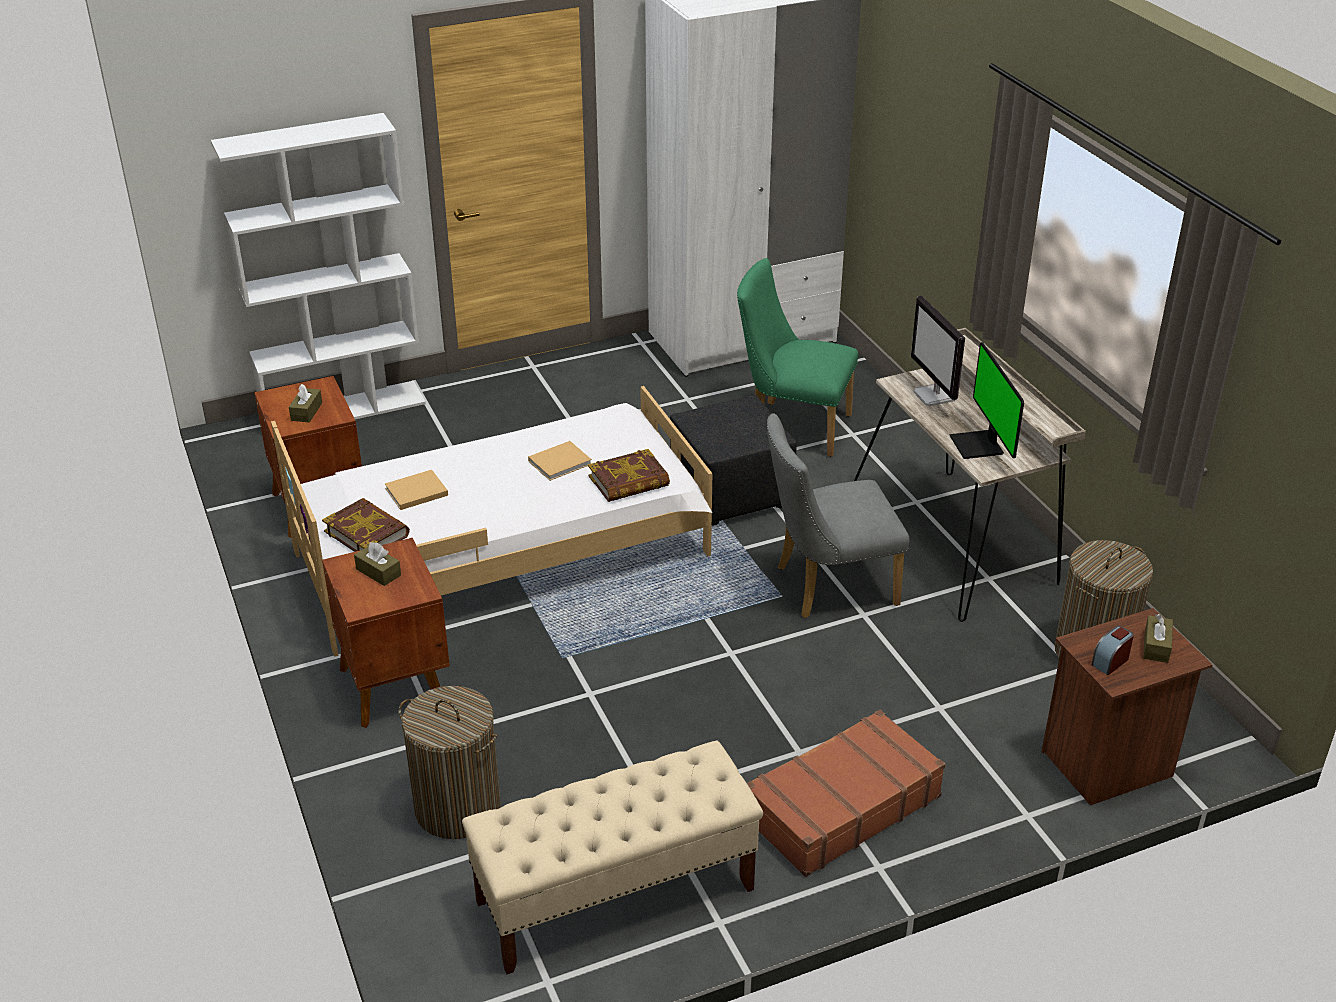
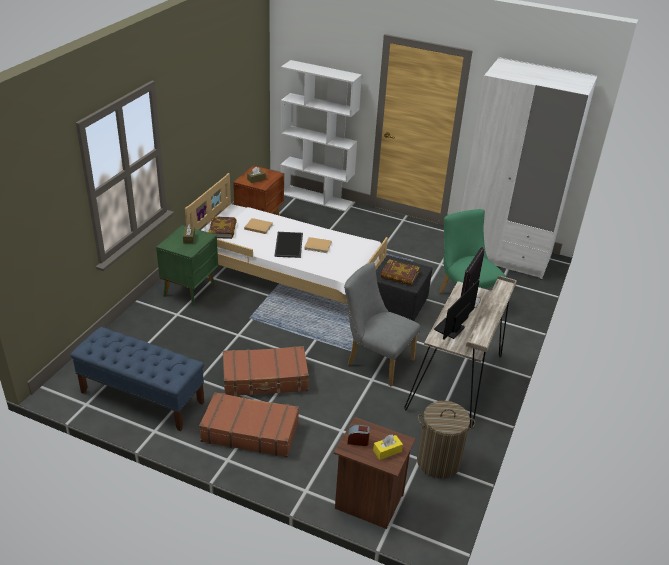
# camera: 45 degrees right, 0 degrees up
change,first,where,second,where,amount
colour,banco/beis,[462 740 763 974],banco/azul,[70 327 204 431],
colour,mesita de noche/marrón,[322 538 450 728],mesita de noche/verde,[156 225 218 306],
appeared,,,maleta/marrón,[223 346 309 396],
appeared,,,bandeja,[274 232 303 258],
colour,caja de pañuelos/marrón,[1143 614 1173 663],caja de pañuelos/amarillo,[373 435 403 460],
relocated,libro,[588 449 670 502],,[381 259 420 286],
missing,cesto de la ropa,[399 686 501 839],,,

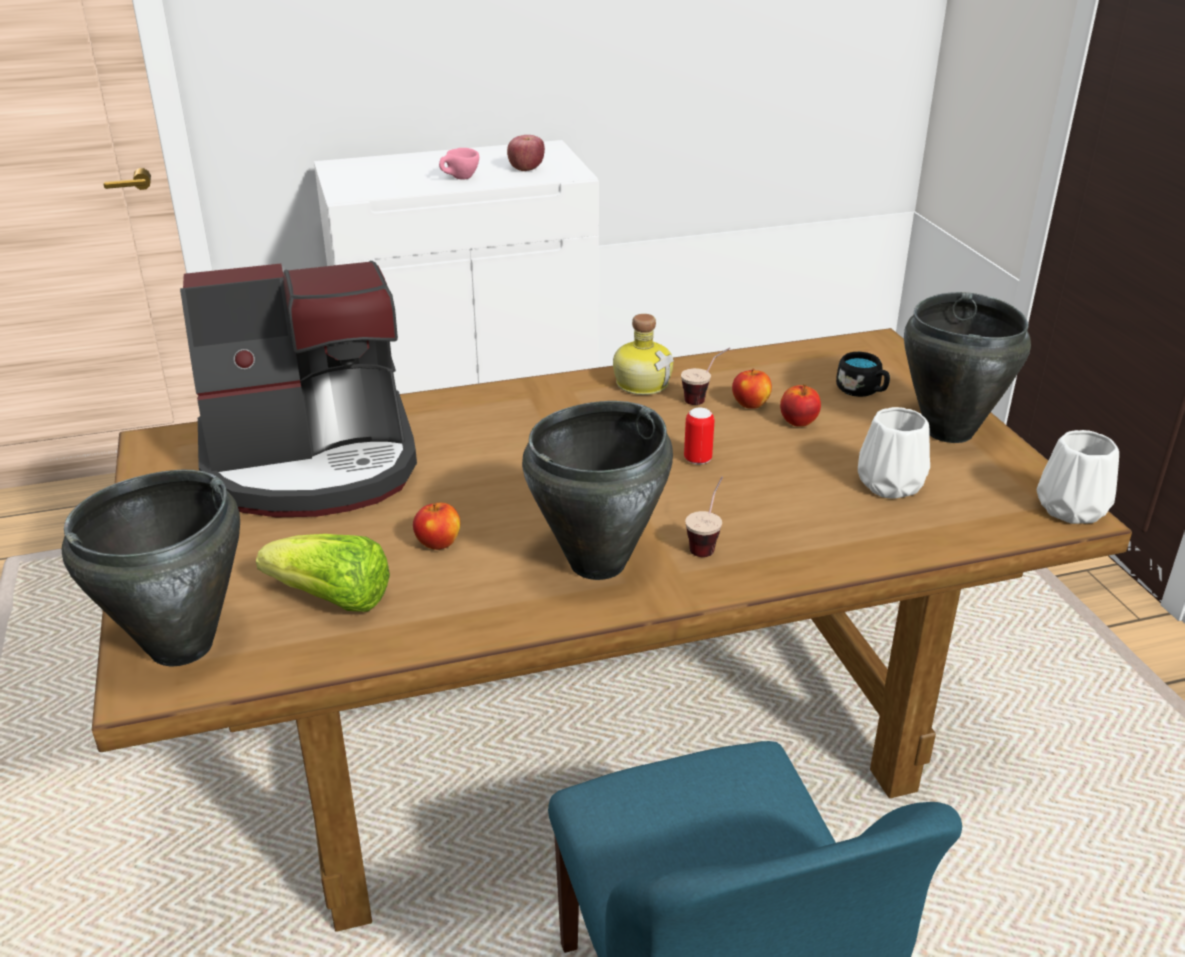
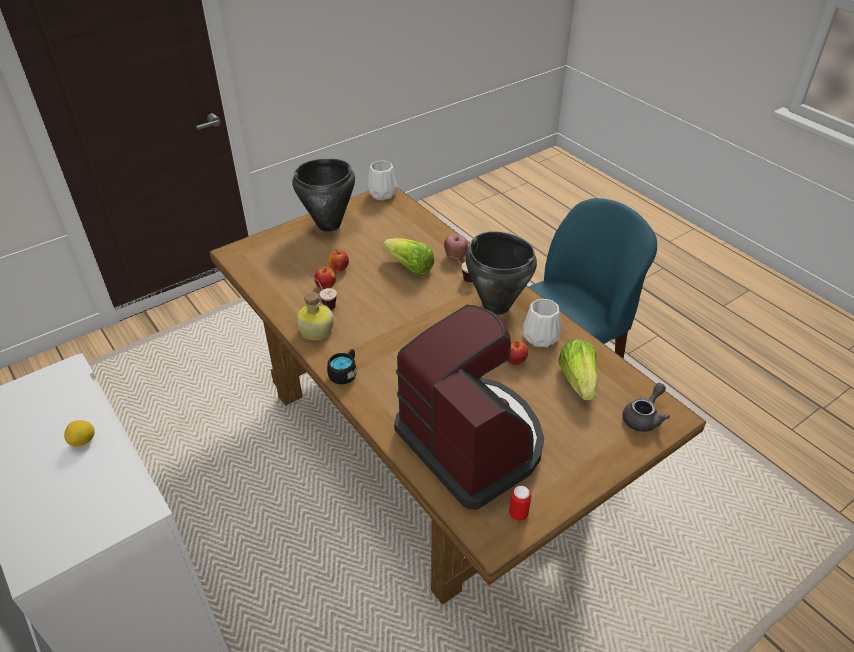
# camera: 110 degrees left, 10 degrees up
change,first,where,second,where,amount
exchanged,taza/rosa,[439 148 479 180],limón,[64 420 95 447],
relocated,taza grande/negro,[836 352 890 397],,[327 349 356 384],
appeared,,,lechuga,[382 238 434 276],
relocated,manzana,[507 135 545 171],,[444 234 468 260],
relocated,lata,[684 408 715 465],,[509 486 531 521],
relocated,florero/blanco,[858 407 930 499],,[523 299 561 347],
exchanged,olla/negro,[62 470 240 666],tetera/gris,[622 383 670 432],

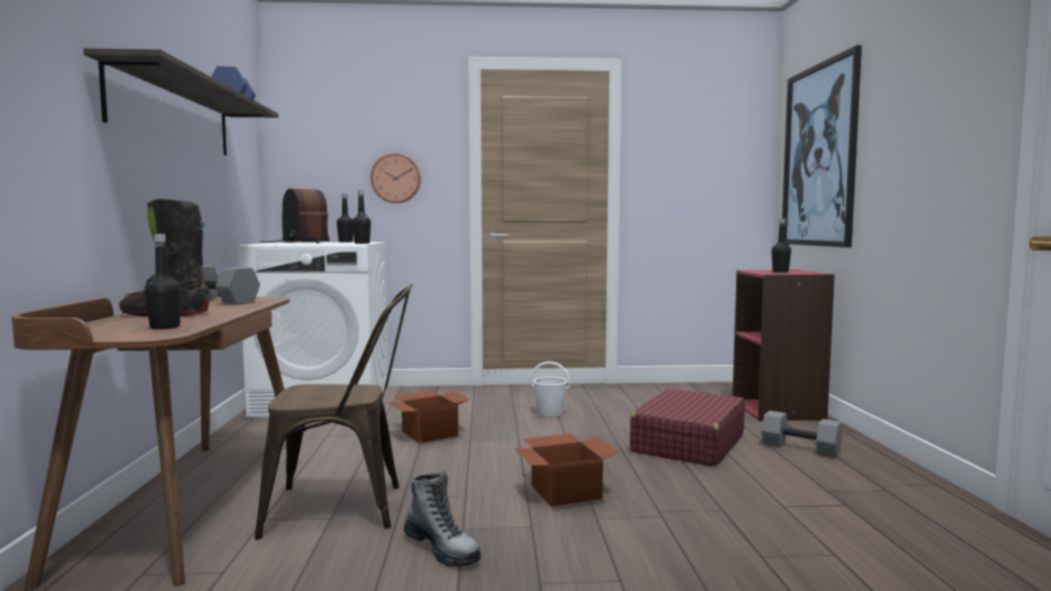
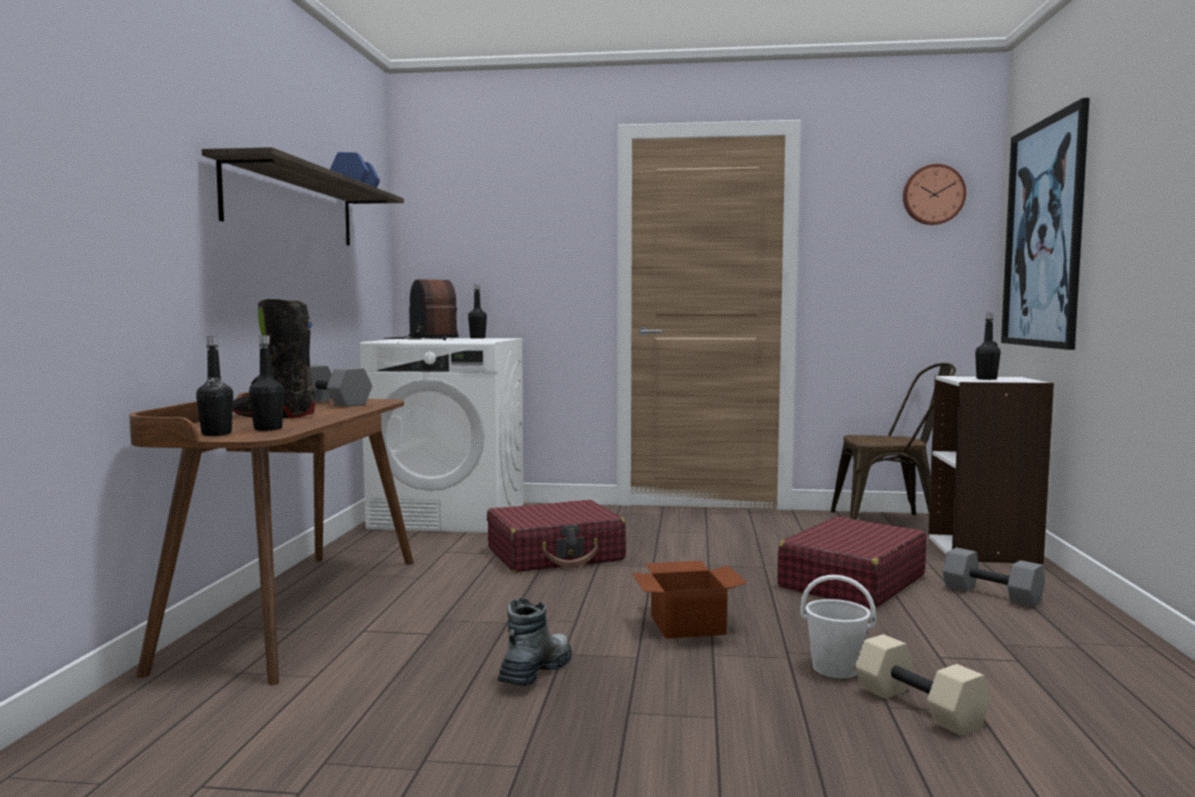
# camera: 10 degrees right, 0 degrees up
change,first,where,second,where,amount
relocated,botella/negro,[352 190 371 244],,[196 336 233 436],
exchanged,caja de cartón,[388 391 470 443],maleta/rojo,[487 500 626 572],
spun,bota,[404 471 481 567],,[497 598 572 686],120 degrees counterclockwise
relocated,cubo/blanco,[531 361 570 417],,[801 575 876 678],
relocated,silla/marrón,[254 284 413 540],,[831 363 956 520],
appeared,,,mancuerna/beis,[855 634 991 736],
relocated,reloj de pared,[371 153 421 203],,[903 164 966 225],
colour,estantería/rojo,[732 270 835 421],estantería/blanco,[928 375 1054 564],

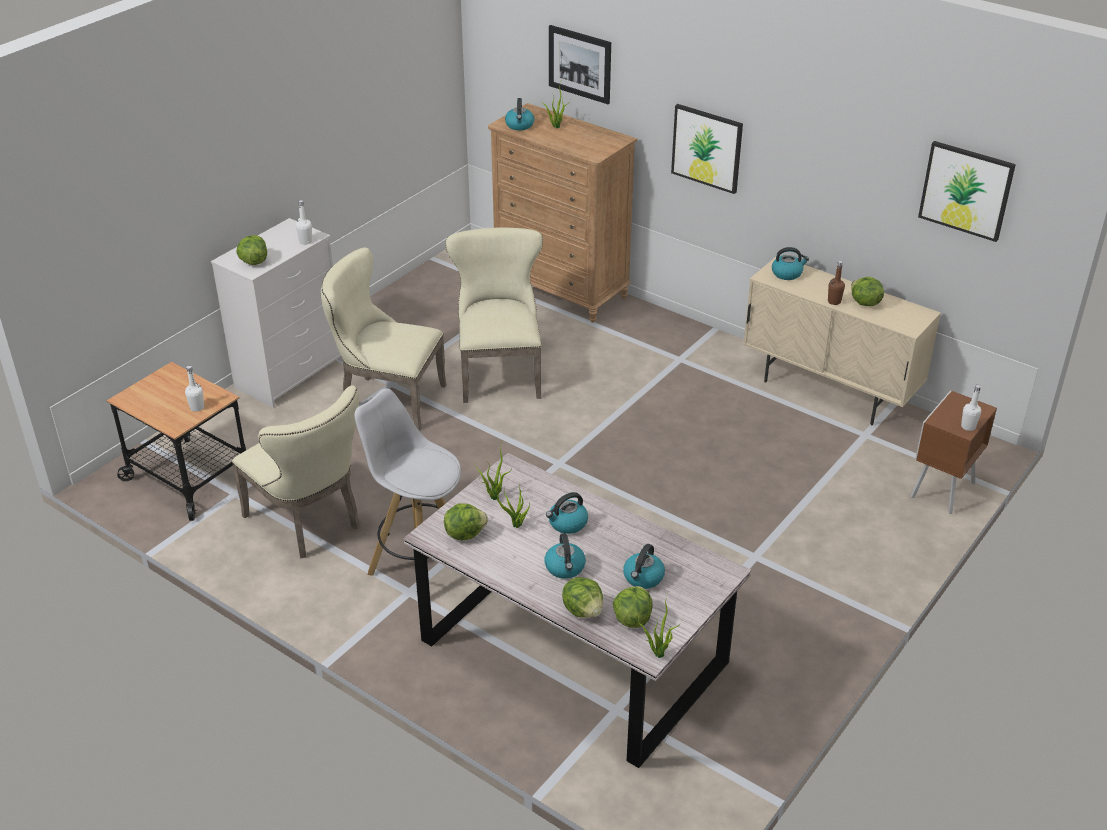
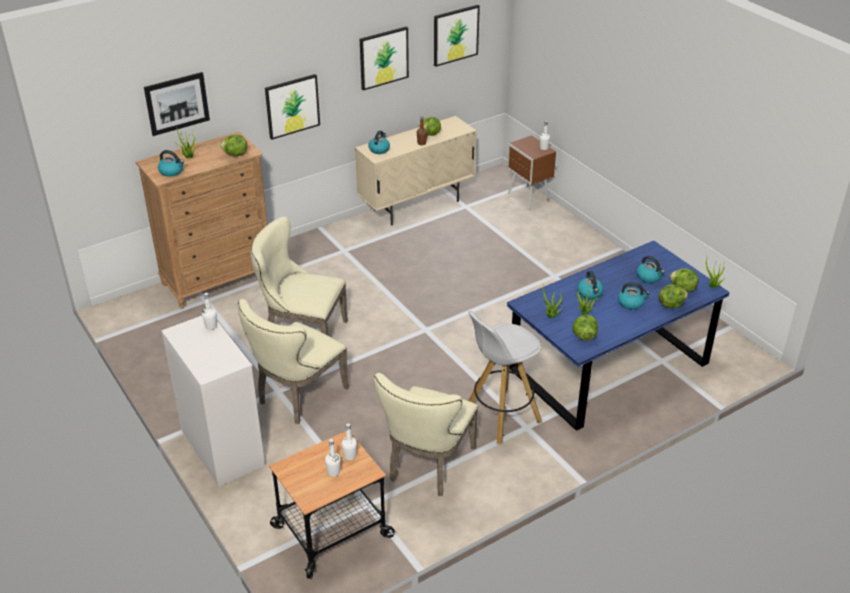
# camera: 70 degrees left, 0 degrees up
change,first,where,second,where,amount
relocated,lechuga,[236 235 267 265],,[220 135 247 157],
appeared,,,botella/blanco,[325 439 341 477],
appeared,,,cuadro,[360 27 409 91],
spun,silla/beis,[232 385 359 558],,[374 373 478 496],135 degrees clockwise
colour,mesa de comedor/gris,[404 453 751 768],mesa de comedor/azul,[507 241 730 431],

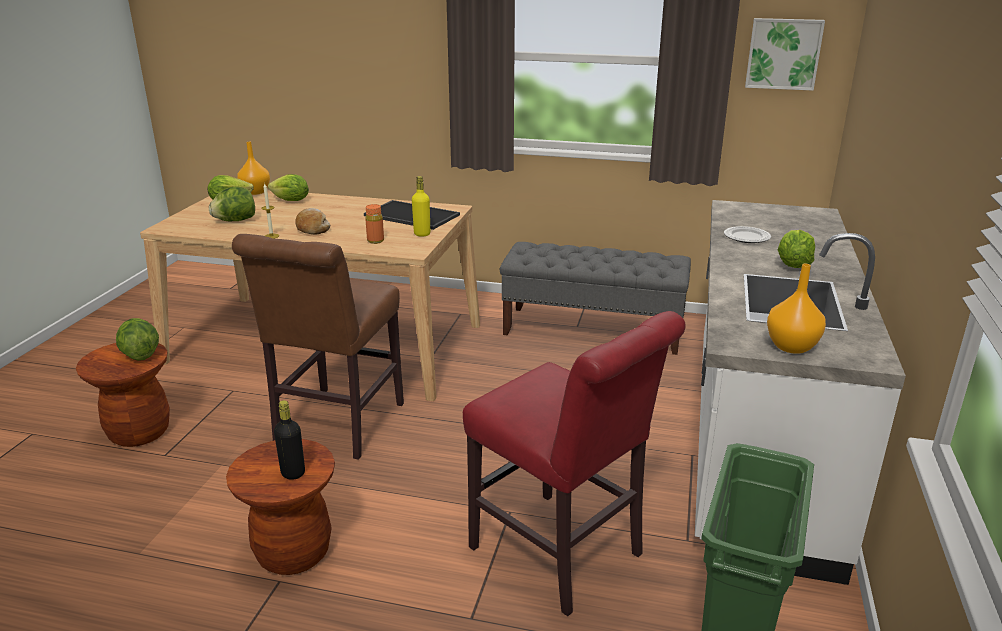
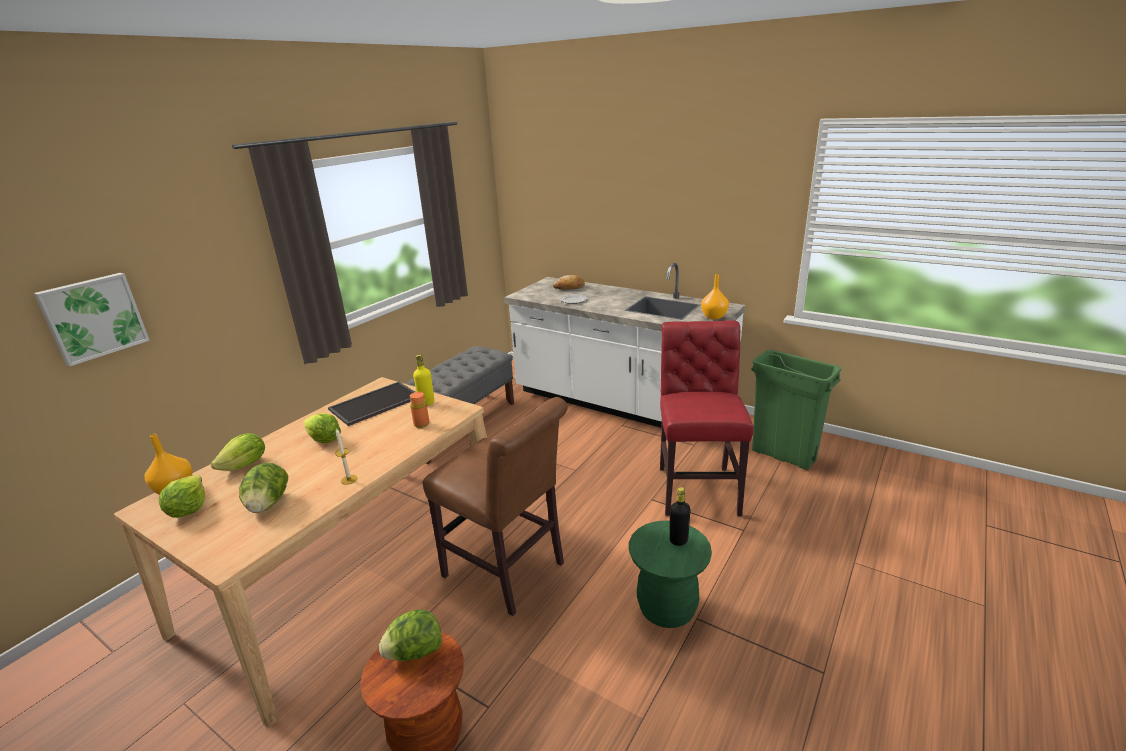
# camera: 70 degrees left, 0 degrees up
change,first,where,second,where,amount
relocated,cuadro,[745 18 825 91],,[34 273 150 366],
relocated,lechuga,[778 230 815 268],,[304 413 341 443],
relocated,pan,[295 208 330 234],,[553 275 585 290],
colour,taburete/marrón,[226 439 335 575],taburete/verde,[629 520 712 628],
spun,silla/rojo,[463 311 686 616],,[660 321 754 516],60 degrees counterclockwise

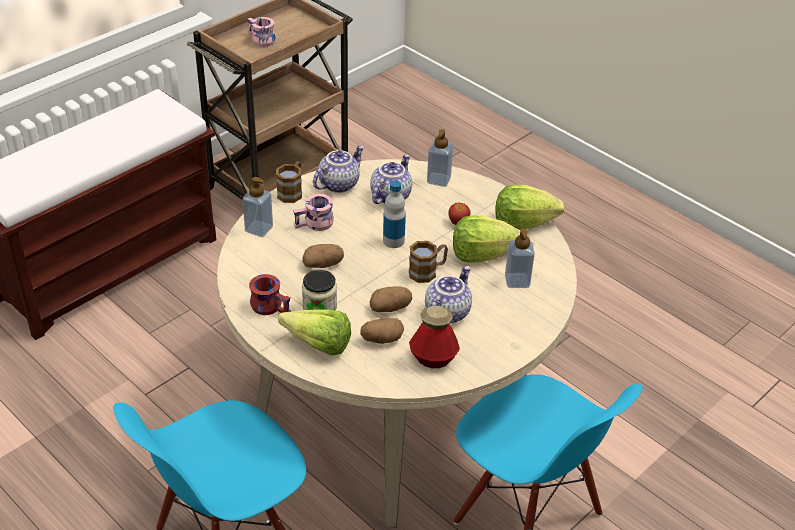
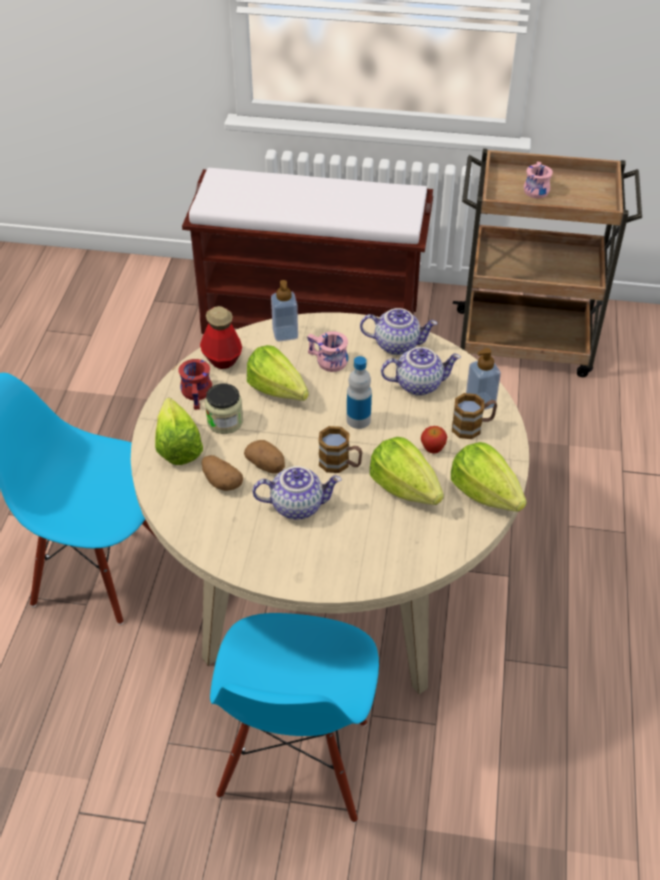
# camera: 55 degrees right, 5 degrees up
change,first,where,second,where,amount
relocated,botella,[409 306 460 368],,[200 306 242 369],
exchanged,patata,[302 244 344 268],lechuga,[247 345 309 401],
relocated,taza grande,[276 161 302 203],,[452 393 497 439],
missing,dispensador de jabón,[505 228 535 288],,,

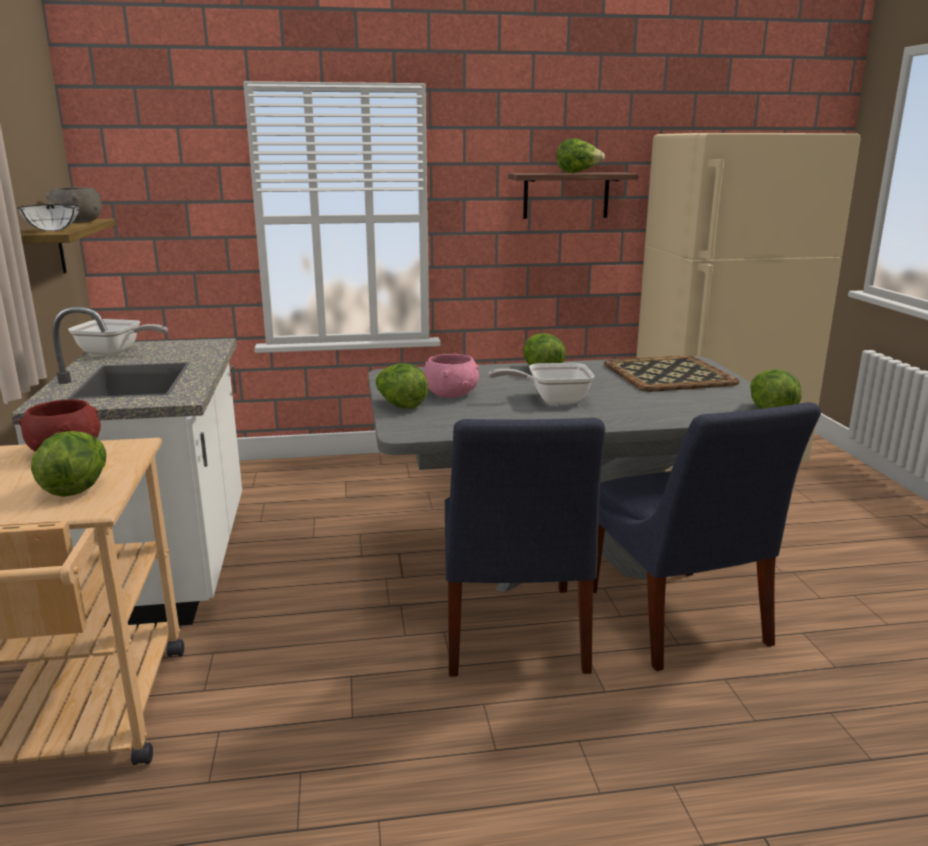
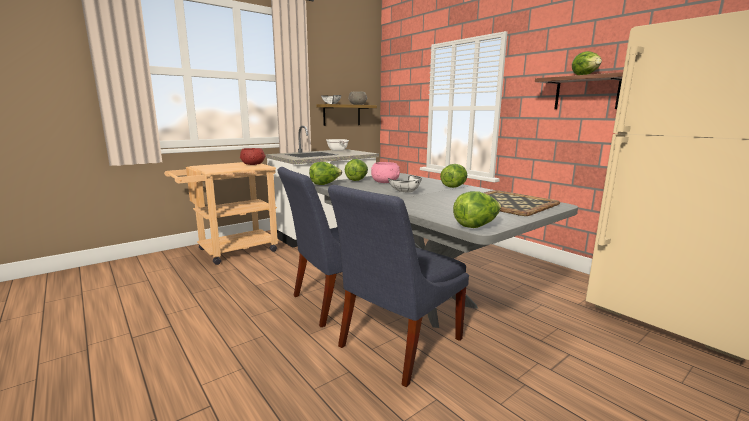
# camera: 60 degrees right, 5 degrees down
change,first,where,second,where,amount
relocated,lechuga,[31 431 106 497],,[309 162 342 185],
exchanged,sartén,[488 363 595 404],cuenco/blanco,[388 176 422 193],

